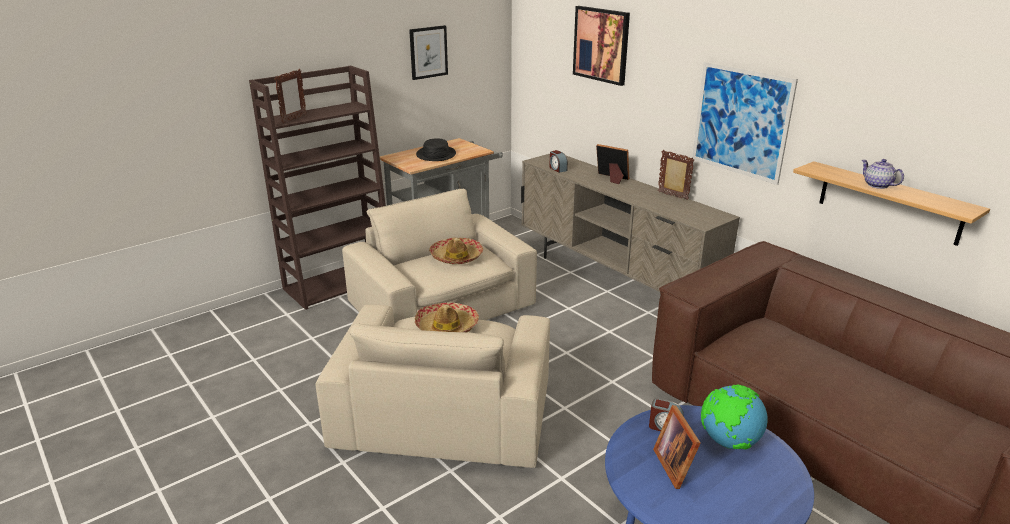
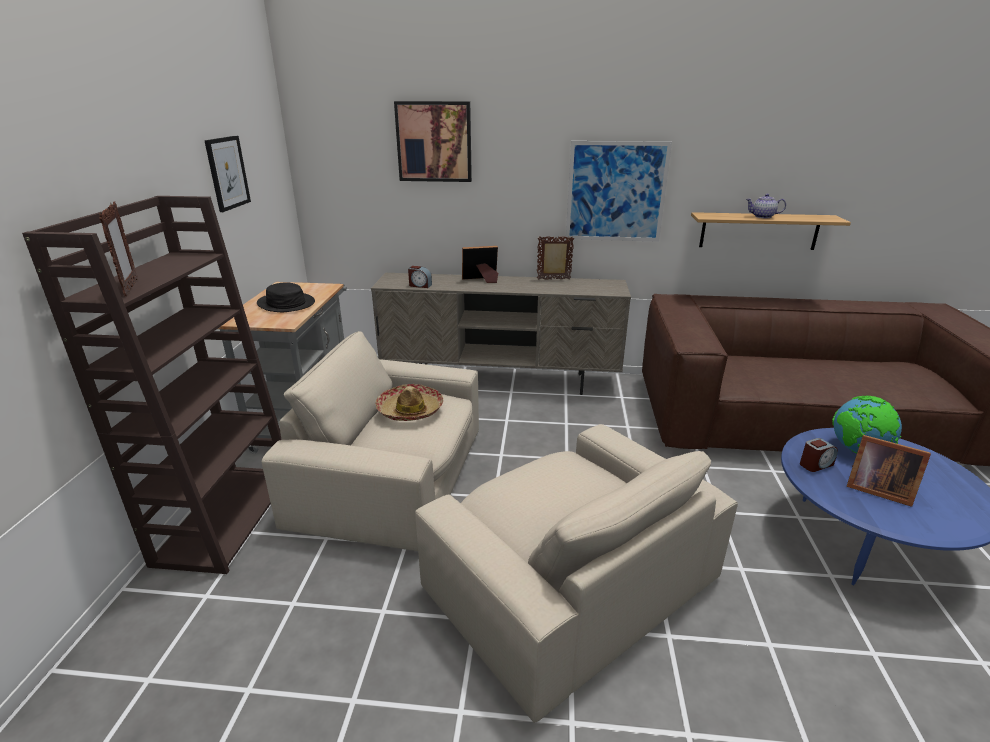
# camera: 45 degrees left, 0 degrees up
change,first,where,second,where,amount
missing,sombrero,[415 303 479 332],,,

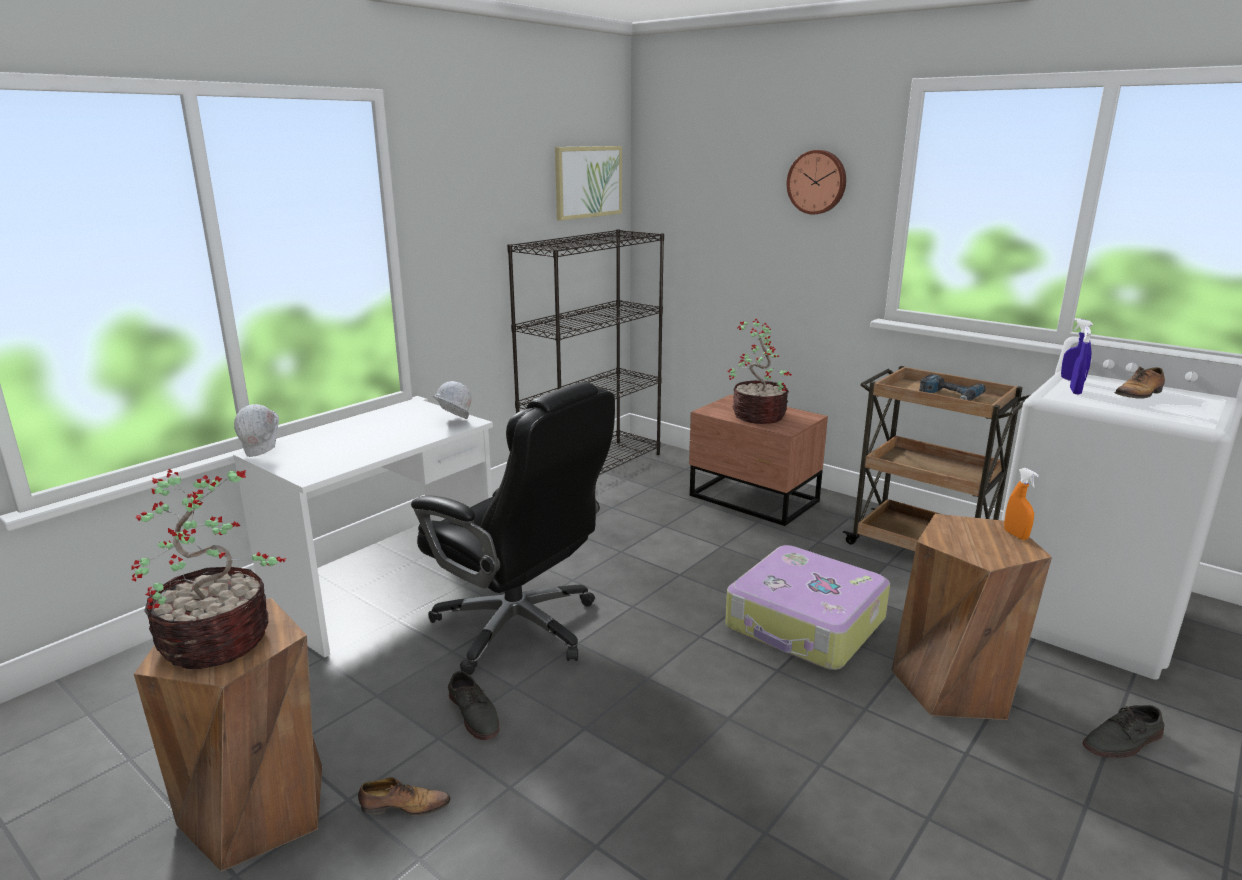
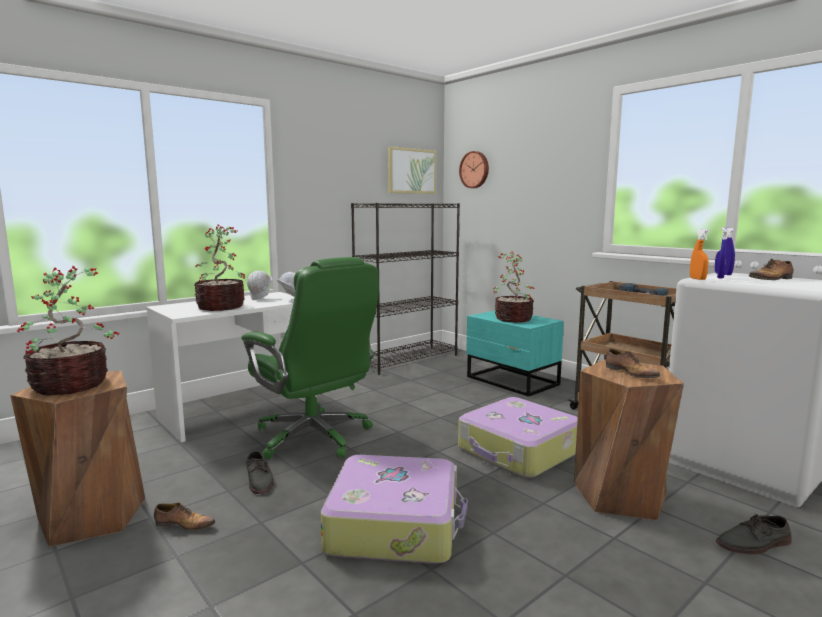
# camera: 10 degrees right, 10 degrees down
change,first,where,second,where,amount
appeared,,,planta en maceta,[194 225 245 311],
colour,silla de oficina/negro,[411 382 615 675],silla de oficina/verde,[241 257 379 459],
relocated,casco/blanco,[234 404 279 457],,[247 270 272 300],
appeared,,,maleta,[321 455 468 564],
relocated,reloj de pared,[787 150 846 214],,[459 151 489 188],
colour,mesita de noche/marrón,[689 394 828 526],mesita de noche/turquesa,[466 311 564 397],
appeared,,,zapato,[605 349 660 378],
relocated,pulverizador/naranja,[1004 468 1039 540],,[690 229 709 280],

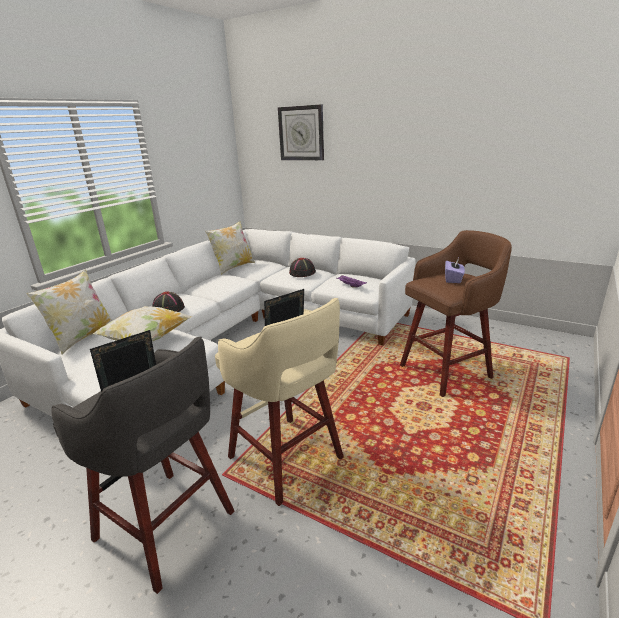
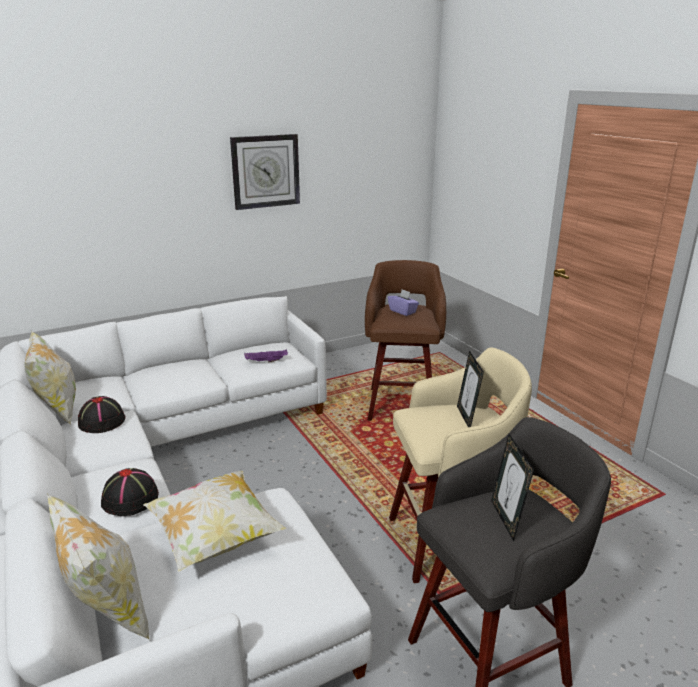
# camera: 60 degrees left, 0 degrees up
change,first,where,second,where,amount
relocated,sombrero/negro,[289 258 316 277],,[78 396 126 433],
relocated,reloj de pared,[278 104 324 160],,[230 134 300 210],

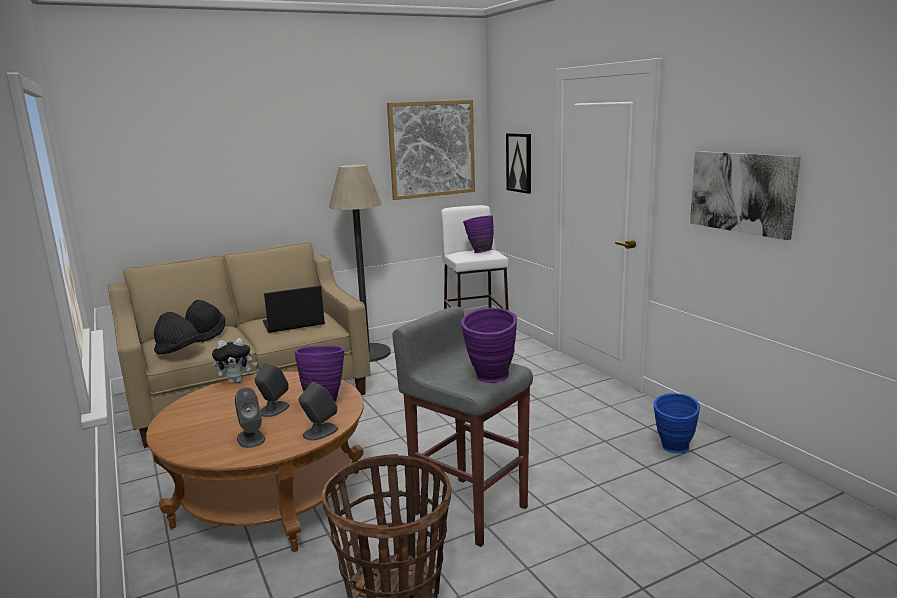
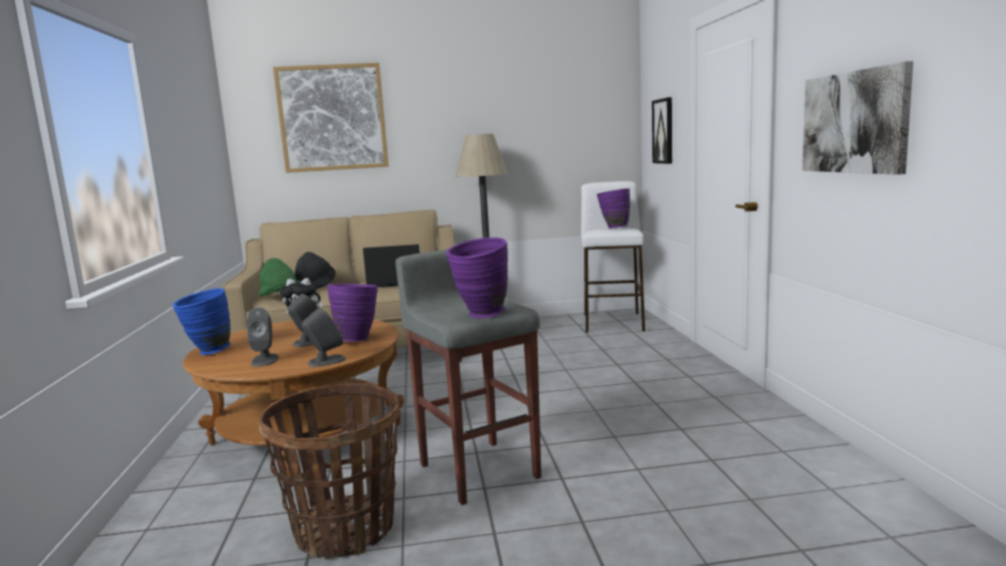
# camera: 20 degrees right, 5 degrees down
change,first,where,second,where,amount
relocated,florero/azul,[654 393 700 454],,[173 288 231 355],
colour,sombrero/negro,[154 312 203 354],sombrero/verde,[259 258 299 296],
relocated,cuadro,[387 100 475 200],,[273 63 388 173],

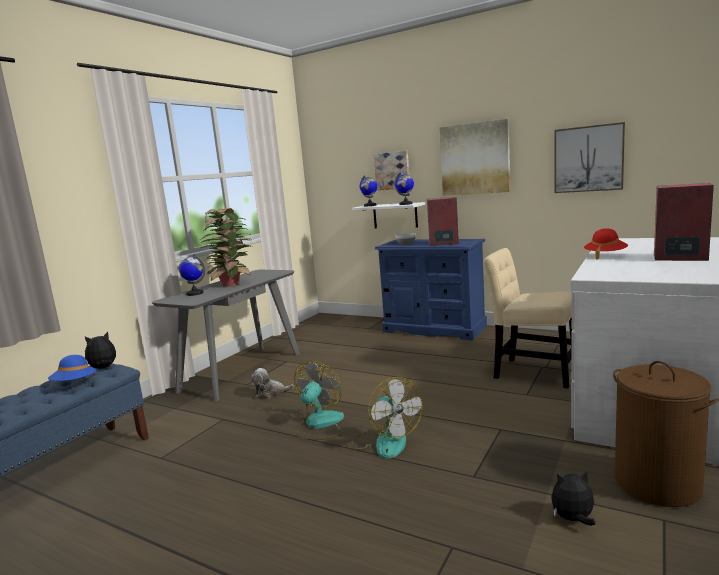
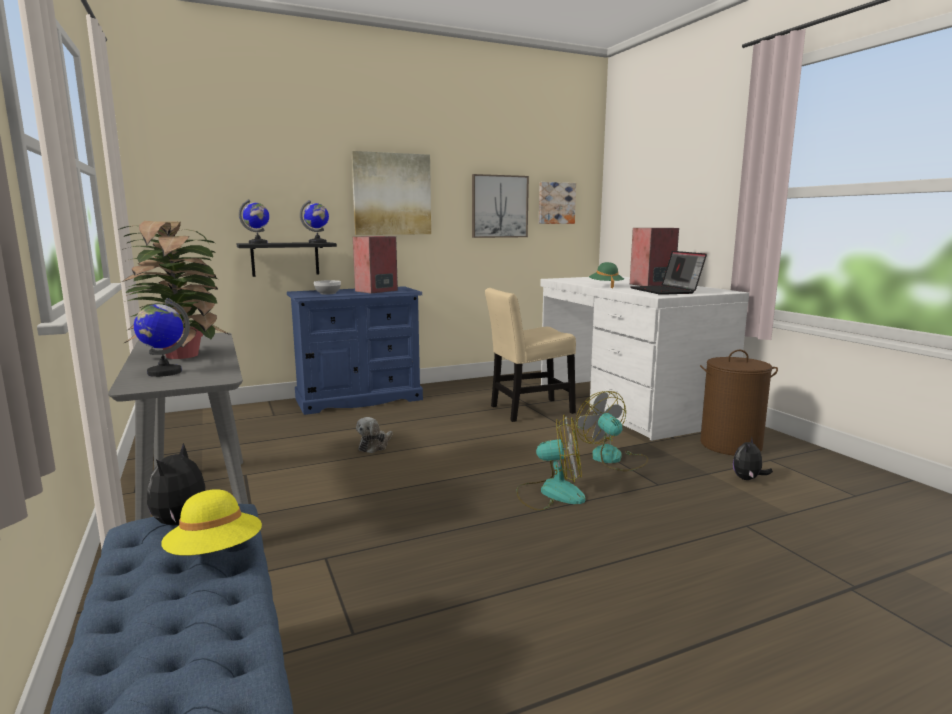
# camera: 55 degrees left, 0 degrees up
change,first,where,second,where,amount
colour,sombrero/azul,[48 355 97 381],sombrero/amarillo,[161 489 262 556],
colour,estante/blanco,[352 202 425 228],estante/negro,[237 242 337 277],
relocated,peluche,[251 368 294 398],,[356 417 392 453],
relocated,cuadro,[374 151 409 190],,[539 182 576 224],
relocated,ventilador,[294 361 344 440],,[576 391 648 471],
colour,sombrero/rojo,[584 228 628 260],sombrero/verde,[589 262 624 288],
appeared,,,portátil,[630 251 707 295],

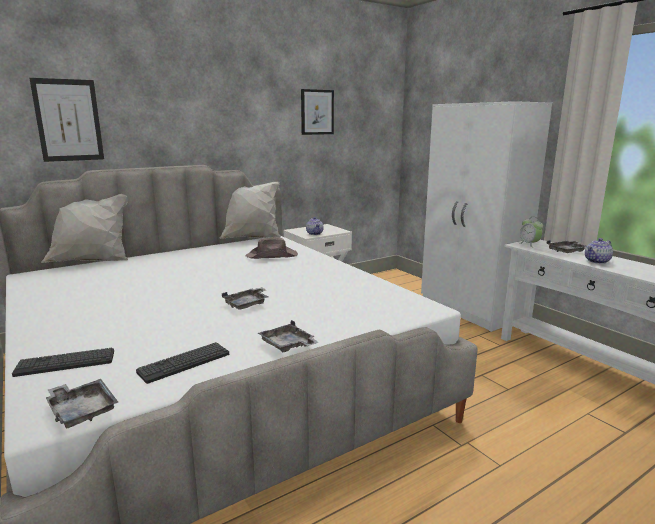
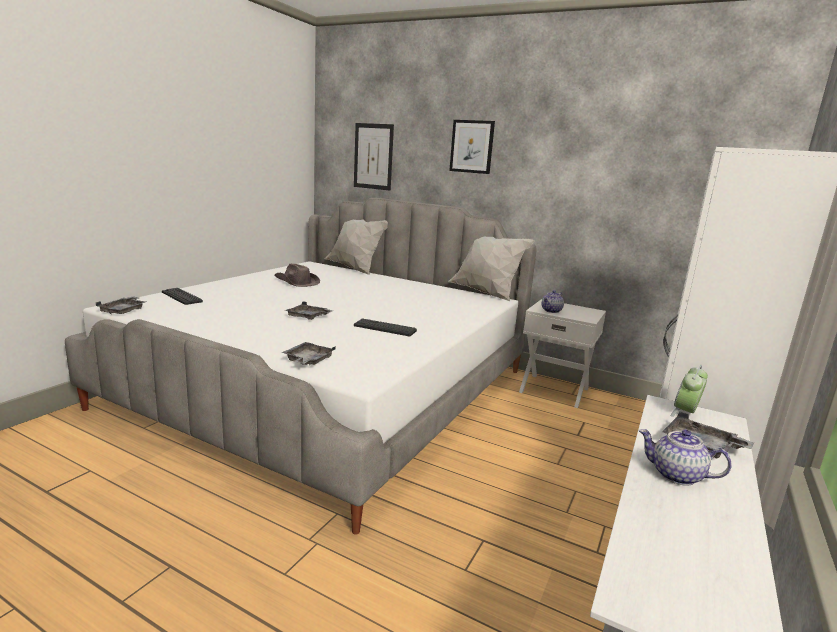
# camera: 60 degrees right, 0 degrees up
change,first,where,second,where,amount
relocated,sombrero/marrón,[245 237 298 259],,[274 264 320 287],
relocated,bandeja/gris,[258 320 318 352],,[281 342 336 365],
relocated,teclado,[136 342 229 384],,[354 318 417 336],
relocated,cuadro,[301 89 334 135],,[449 120 495 174],

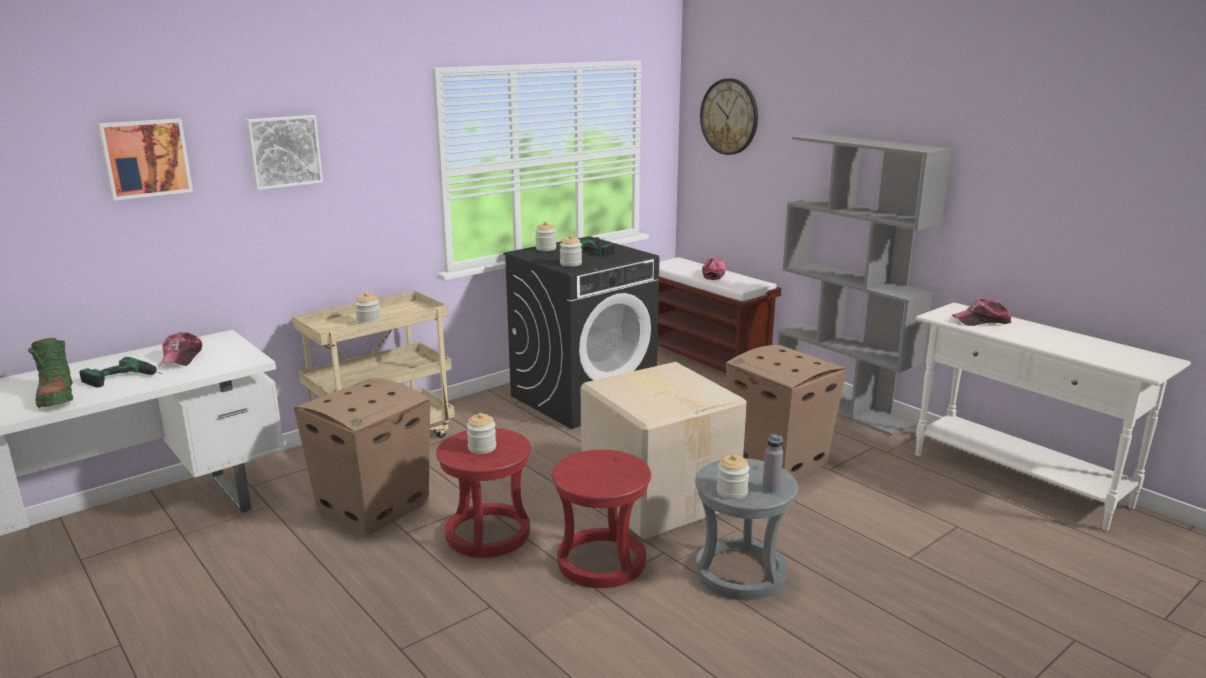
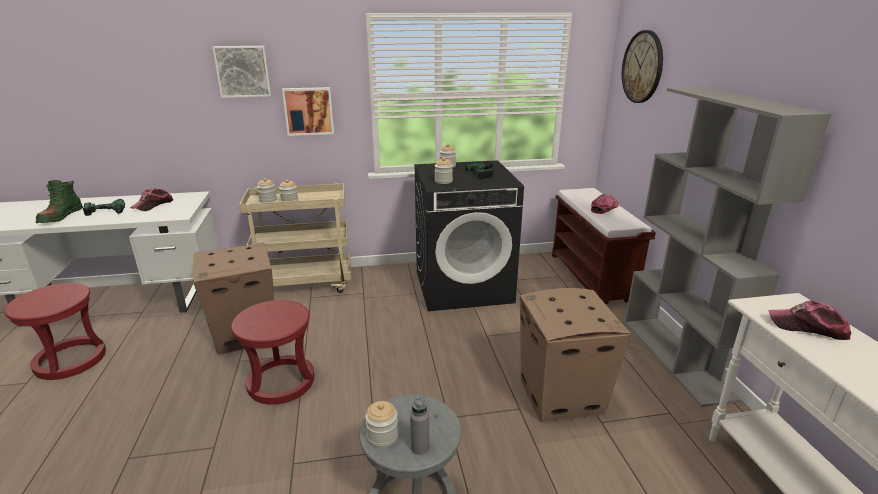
# camera: 30 degrees right, 5 degrees up
change,first,where,second,where,amount
relocated,taburete/rojo,[552 450 651 588],,[4 283 106 380],
relocated,tarro,[467 413 496 454],,[257 178 277 203],
relocated,cuadro,[97 118 193 201],,[282 87 334 136],
missing,caja de cartón,[581 362 747 540],,,

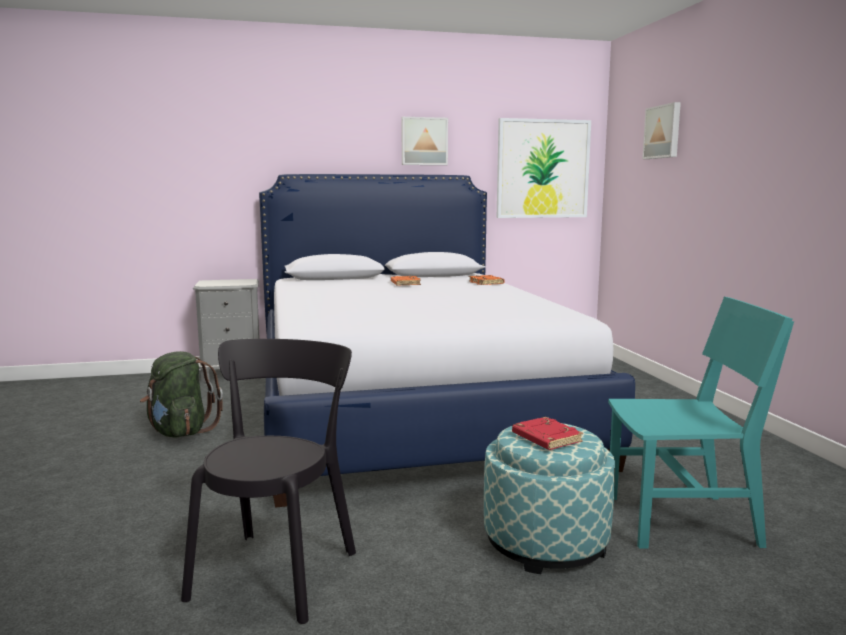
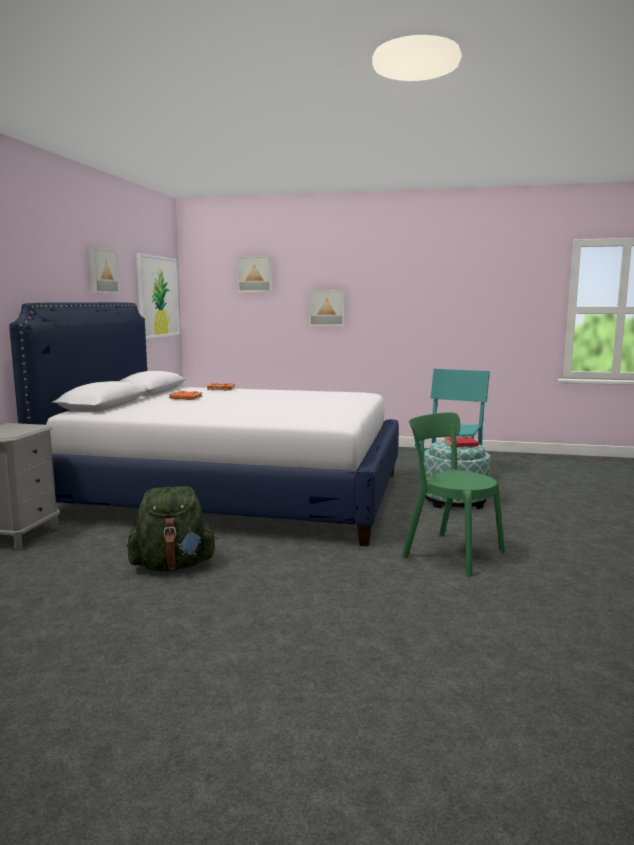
# camera: 65 degrees left, 0 degrees up
change,first,where,second,where,amount
appeared,,,cuadro,[309 290 345 326],
colour,silla/negro,[181 339 356 624],silla/verde,[402 412 505 577],

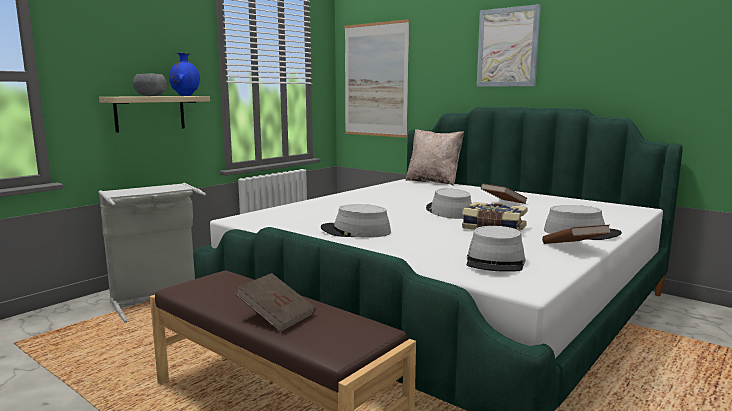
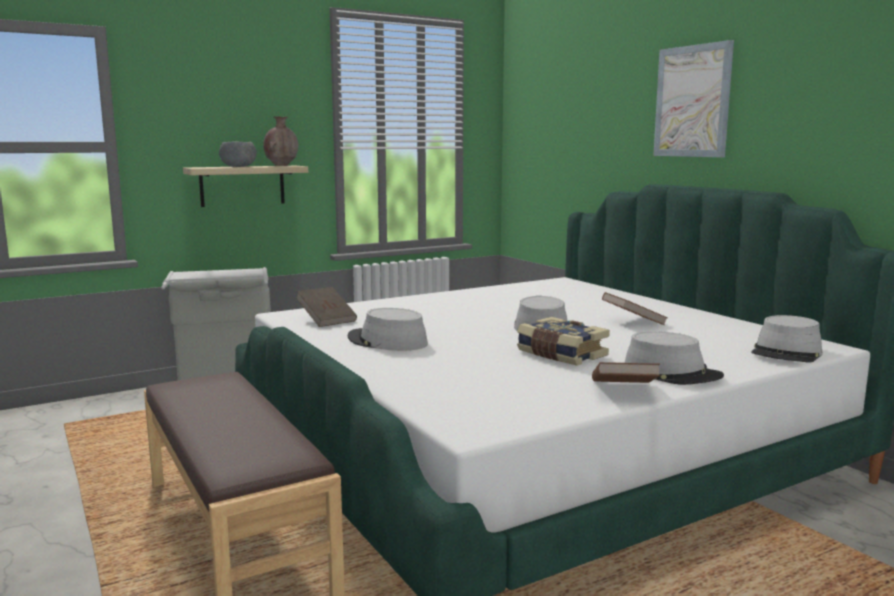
# camera: 20 degrees right, 0 degrees up
change,first,where,second,where,amount
colour,florero/azul,[169 53 200 96],florero/marrón,[263 116 298 166],
relocated,libro/marrón,[235 273 316 332],,[296 287 357 327],
relocated,sombrero/gris,[467 226 526 272],,[751 315 822 362],
missing,cuadro,[344 19 410 138],,,
missing,cojín/beis,[406 129 464 186],,,

